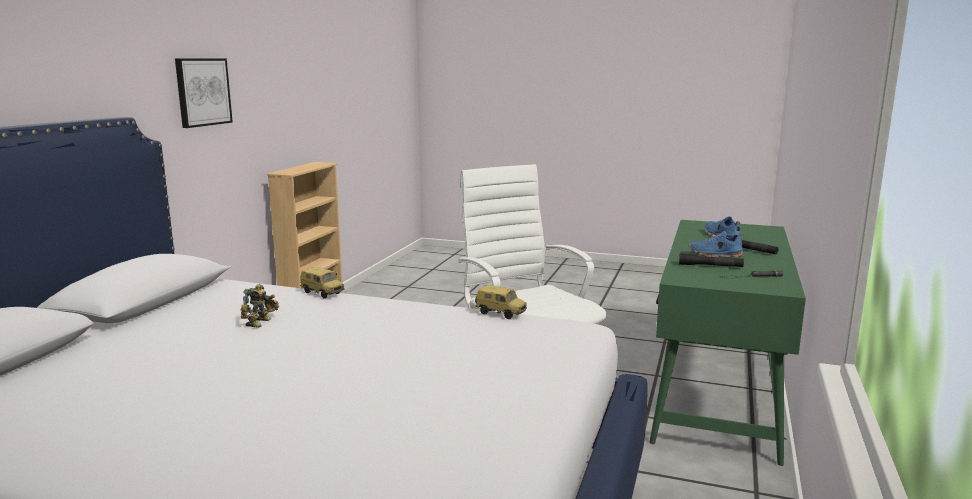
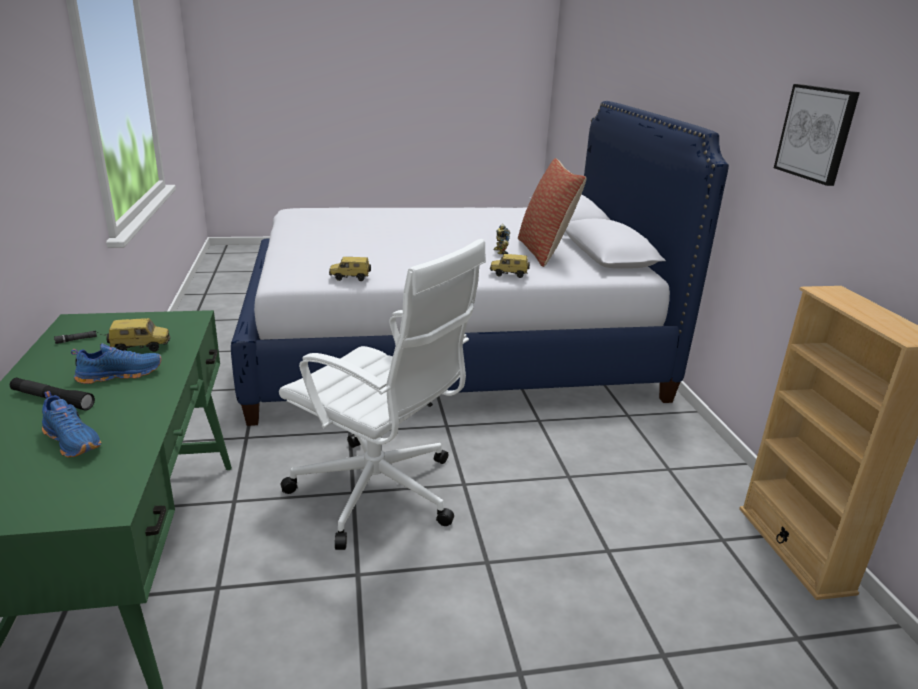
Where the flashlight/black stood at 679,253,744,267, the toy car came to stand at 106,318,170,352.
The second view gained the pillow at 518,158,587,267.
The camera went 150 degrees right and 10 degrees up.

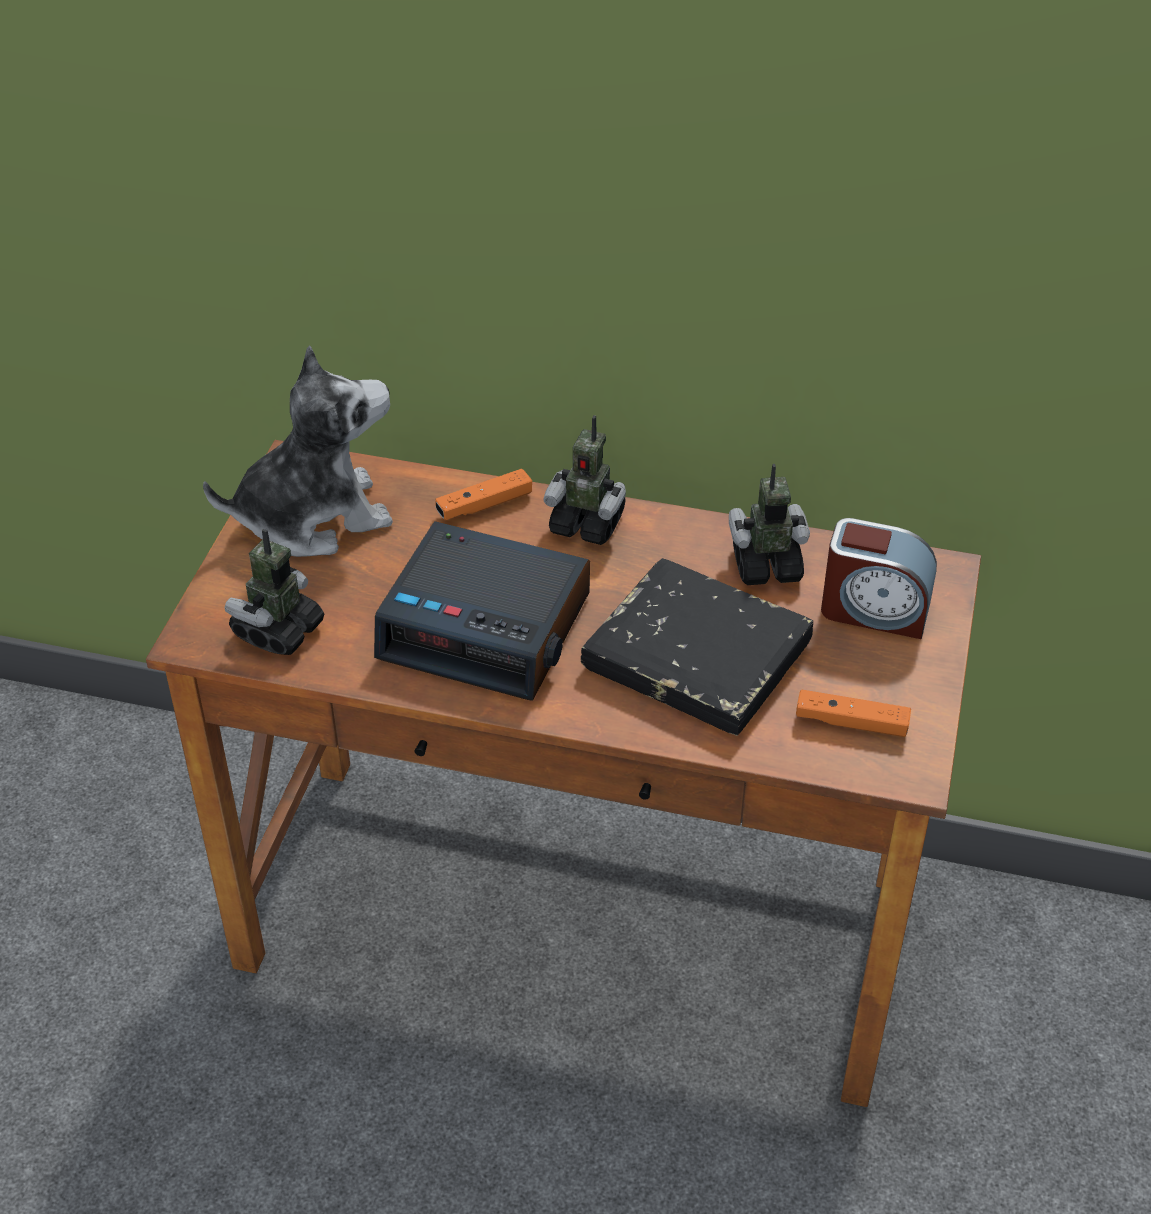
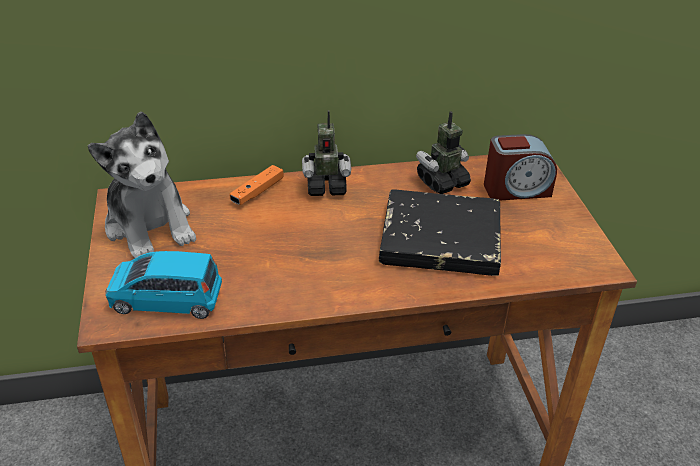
The plush toy at 203,345,393,557 ended up facing another way, 105 degrees clockwise from before.
Where the toy robot stood at 225,529,324,655, the toy car/blue came to stand at 105,251,222,319.
The second view lost the alarm clock at 374,521,590,701.
The second view lost the game controller/orange at 796,689,911,737.
The camera went 25 degrees left and 5 degrees down.

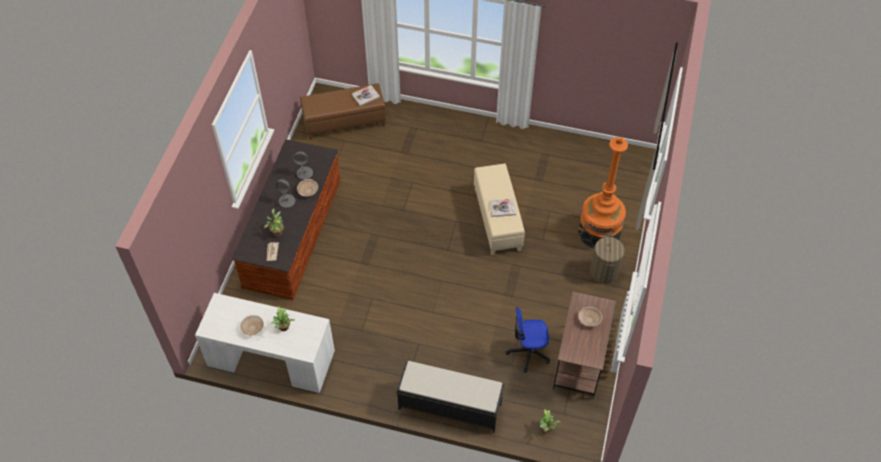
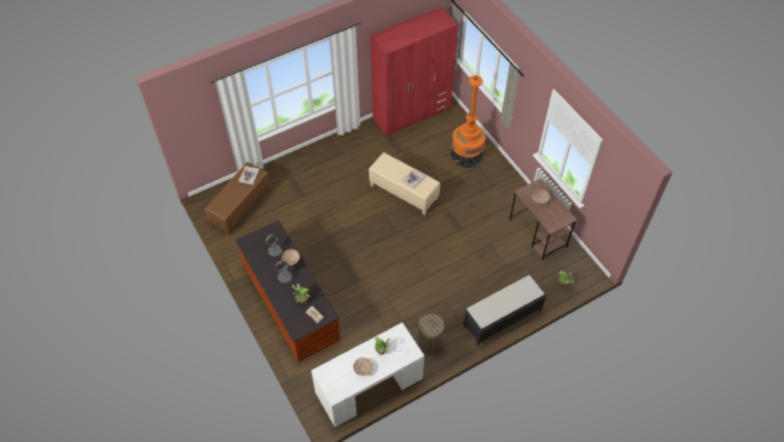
The second view gained the wardrobe/red at 370,7,458,137.
The laundry basket ended up elsewhere, having gone from 590,235,625,284 to 417,314,444,353.
The second view lost the office chair at 505,307,550,373.
The camera went 45 degrees left and 0 degrees up.

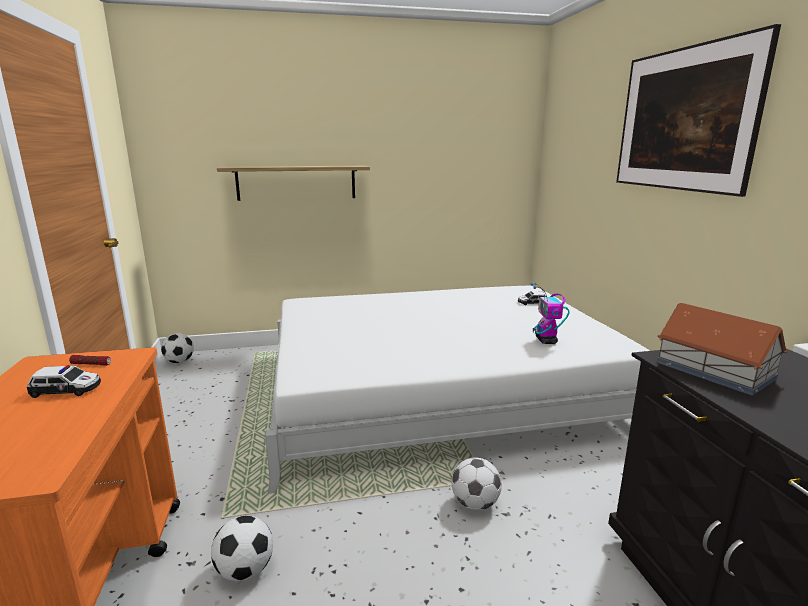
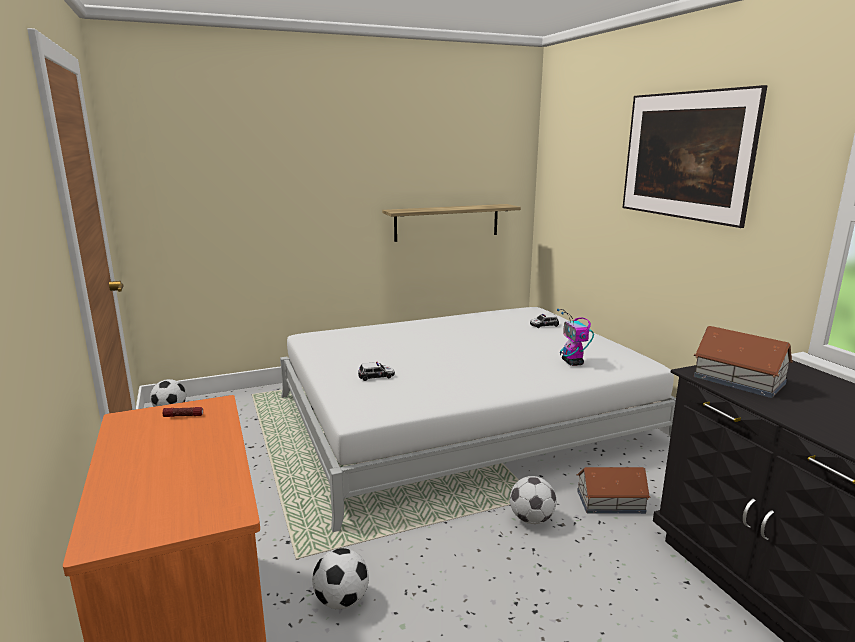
The toy car ended up elsewhere, having gone from 27,365,101,398 to 358,362,395,381.
The shelf ended up elsewhere, having gone from 217,166,370,201 to 382,204,521,242.
The second view gained the toy house at 577,467,651,514.
The camera went 10 degrees left and 0 degrees up.

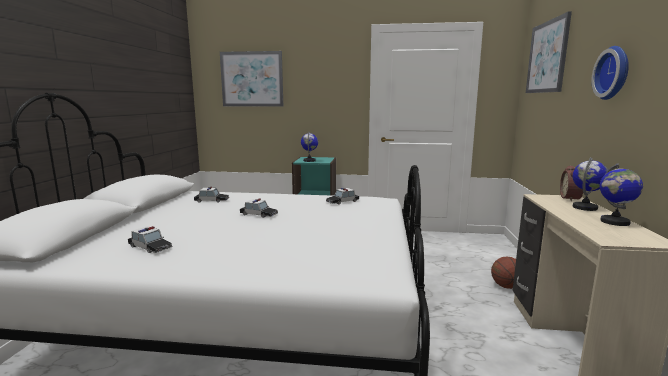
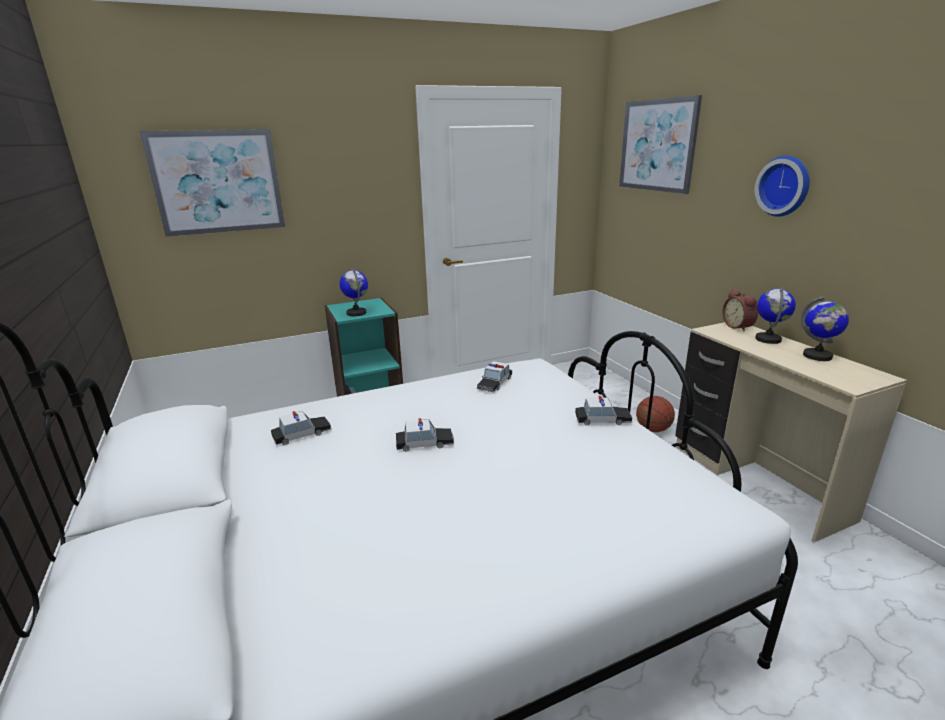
The toy car ended up elsewhere, having gone from 128,226,172,253 to 575,396,632,425.
The camera went 30 degrees left and 10 degrees up.

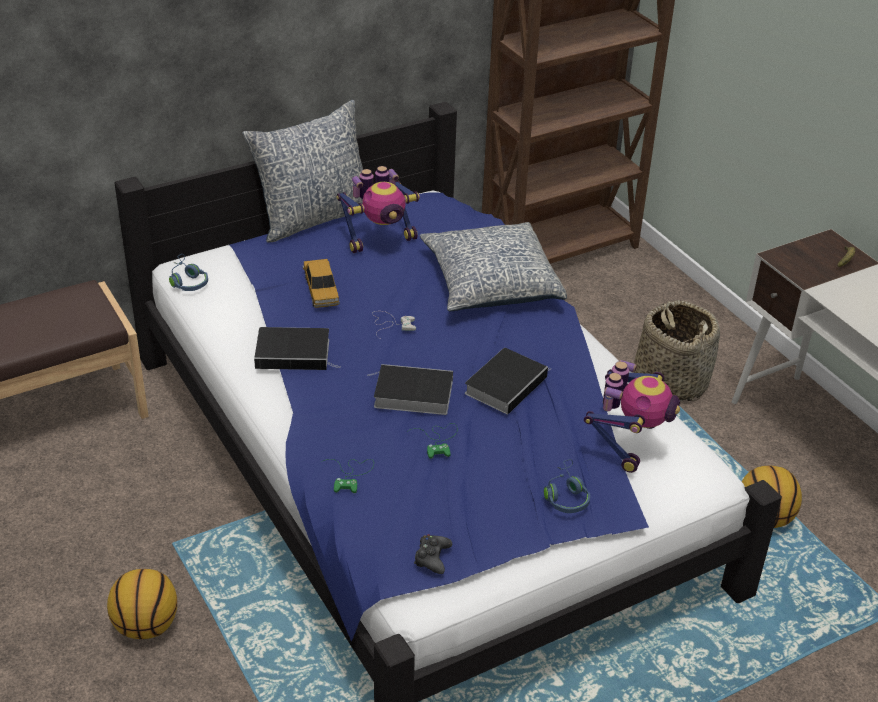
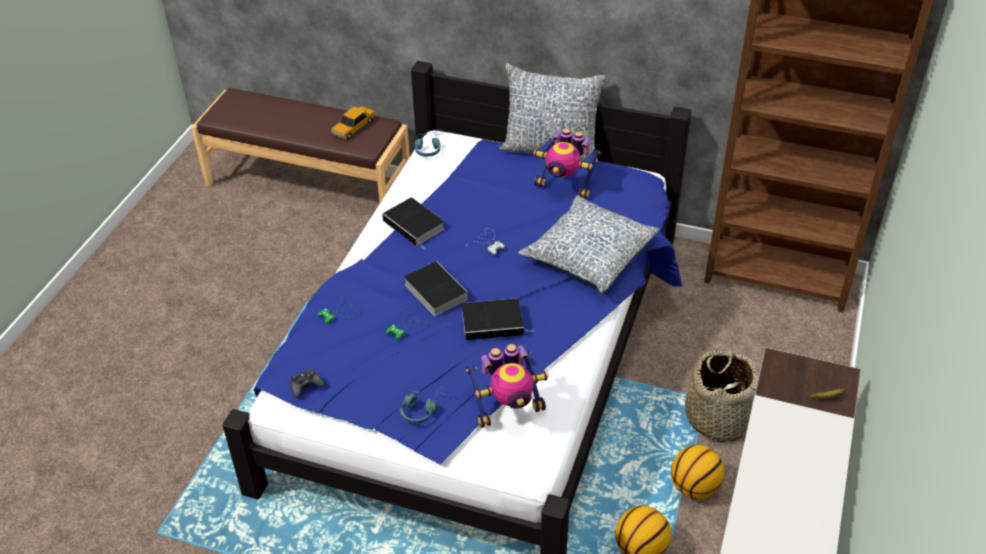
The toy car ended up elsewhere, having gone from 303,259,340,308 to 331,106,376,139.
The basketball ended up elsewhere, having gone from 107,569,177,639 to 671,445,725,500.
The camera went 50 degrees right and 5 degrees up.

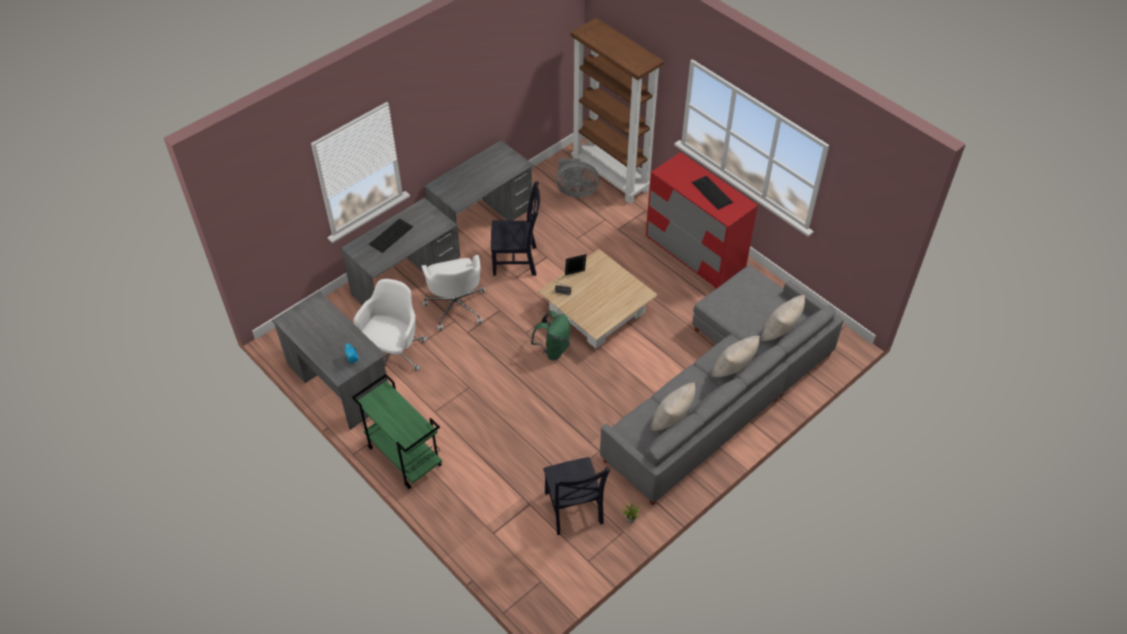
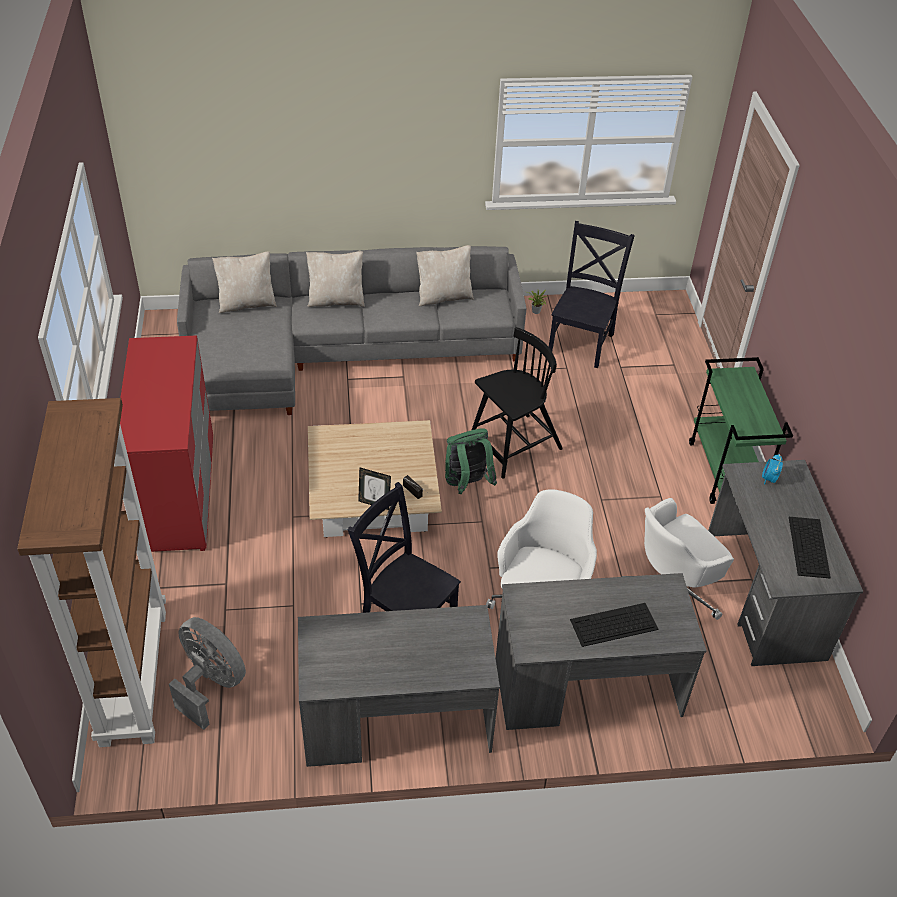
The second view gained the chair/black at 472,327,563,479.
The keyboard ended up elsewhere, having gone from 691,176,733,210 to 789,517,831,579.
The camera went 145 degrees left and 5 degrees down.

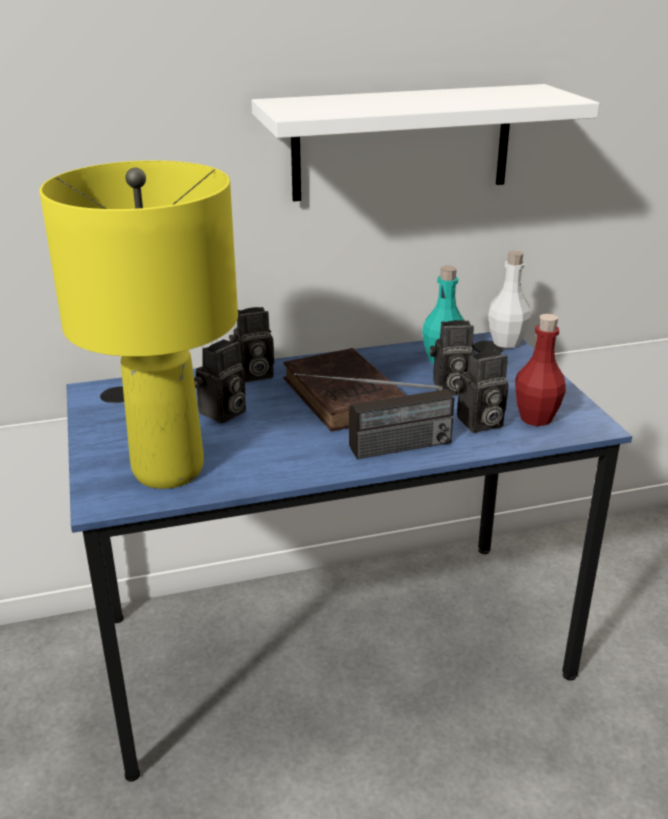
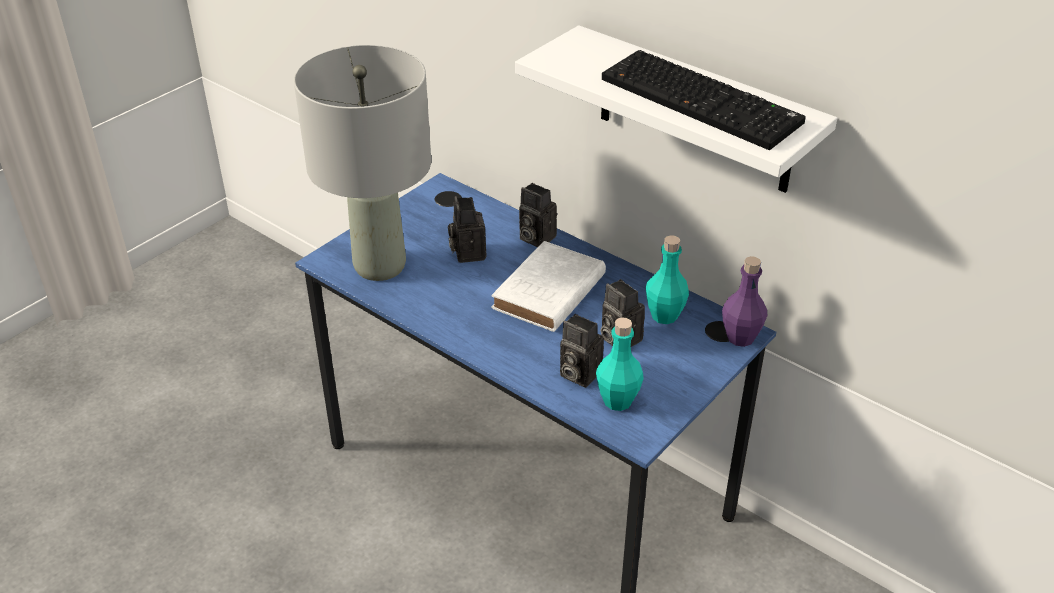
What was the table lamp/yellow at 40,160,238,489 turned into the table lamp/grey at 294,45,431,281.
The photo camera at 194,339,246,424 ended up facing another way, 75 degrees clockwise from before.
What was the book/brown at 283,348,406,431 turned into the book/white at 491,241,606,332.
What was the bottle/red at 515,314,566,426 turned into the bottle/turquoise at 596,317,644,411.
The second view gained the keyboard at 602,50,806,150.
What was the bottle/white at 488,251,531,348 turned into the bottle/purple at 722,256,767,347.
The second view lost the radio at 294,373,455,459.
The camera went 55 degrees right and 10 degrees up.

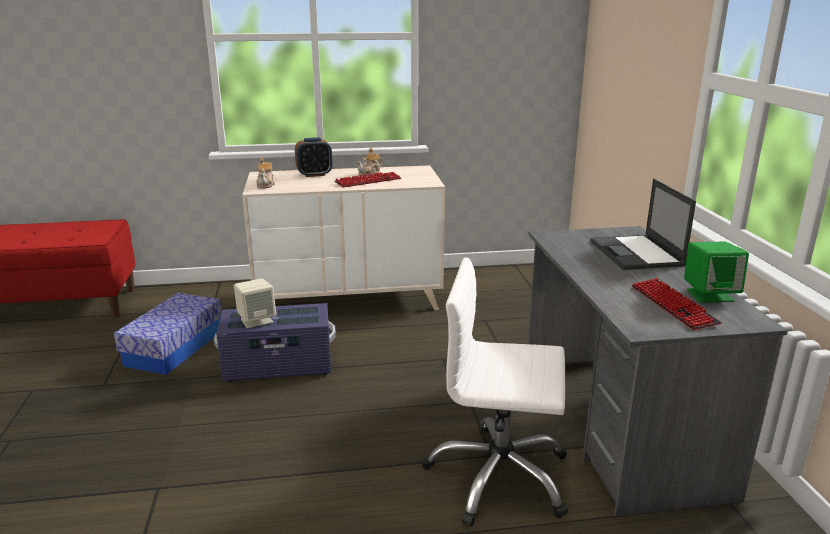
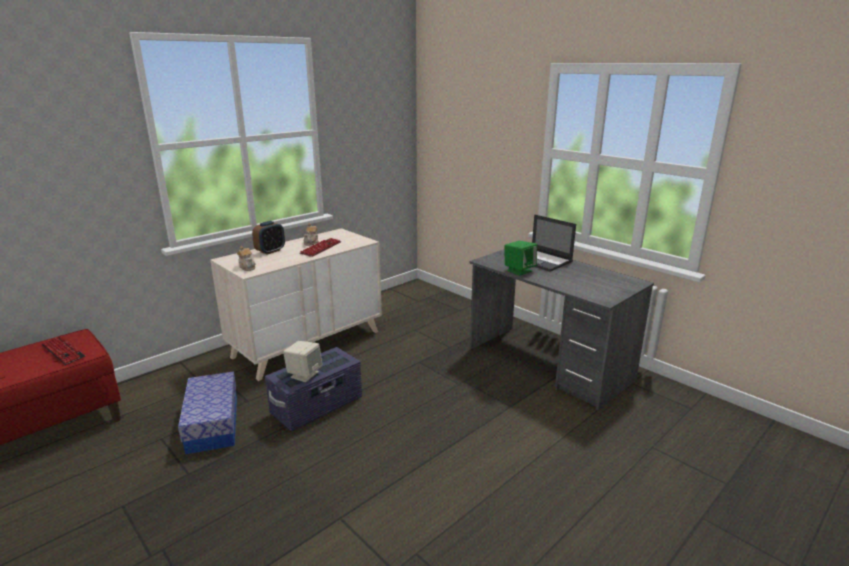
The keyboard ended up elsewhere, having gone from 632,278,722,330 to 42,336,86,366.
The speaker/green ended up elsewhere, having gone from 684,241,749,303 to 505,241,537,276.
The second view lost the office chair/white at 422,257,568,526.
The camera went 35 degrees left and 0 degrees up.

